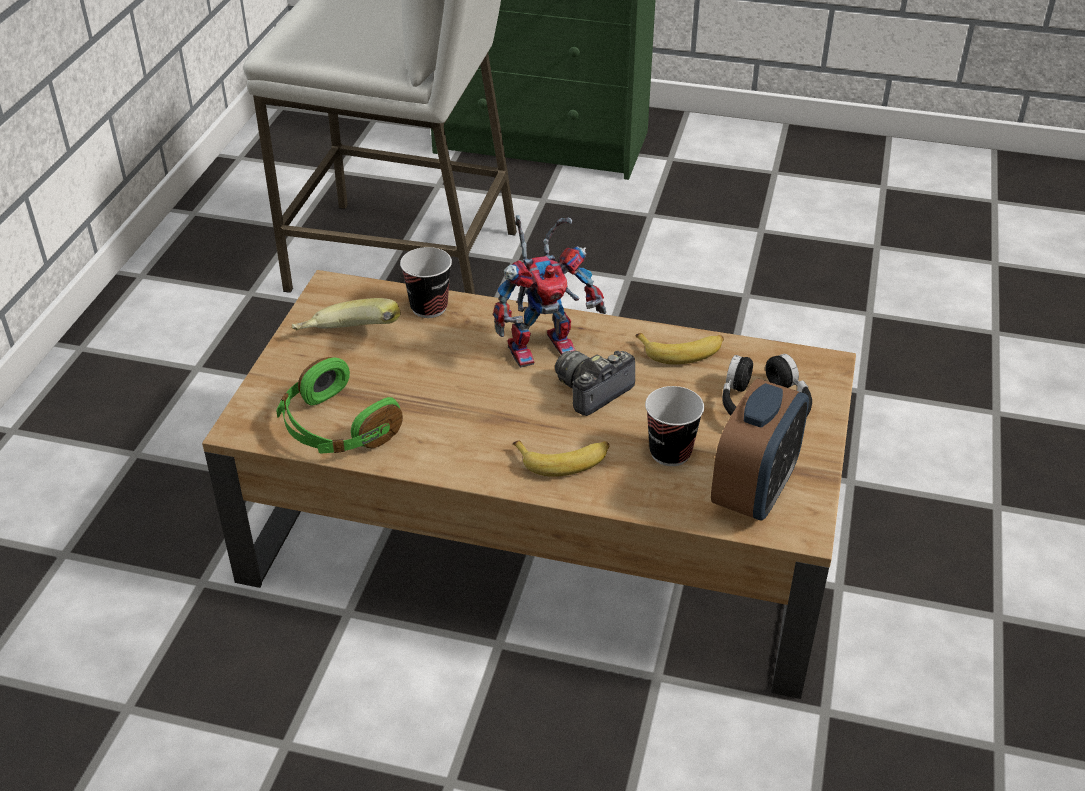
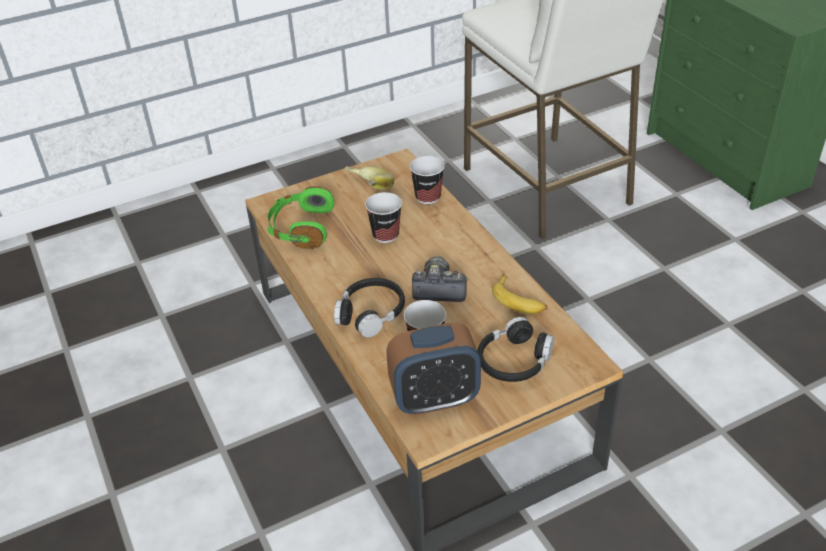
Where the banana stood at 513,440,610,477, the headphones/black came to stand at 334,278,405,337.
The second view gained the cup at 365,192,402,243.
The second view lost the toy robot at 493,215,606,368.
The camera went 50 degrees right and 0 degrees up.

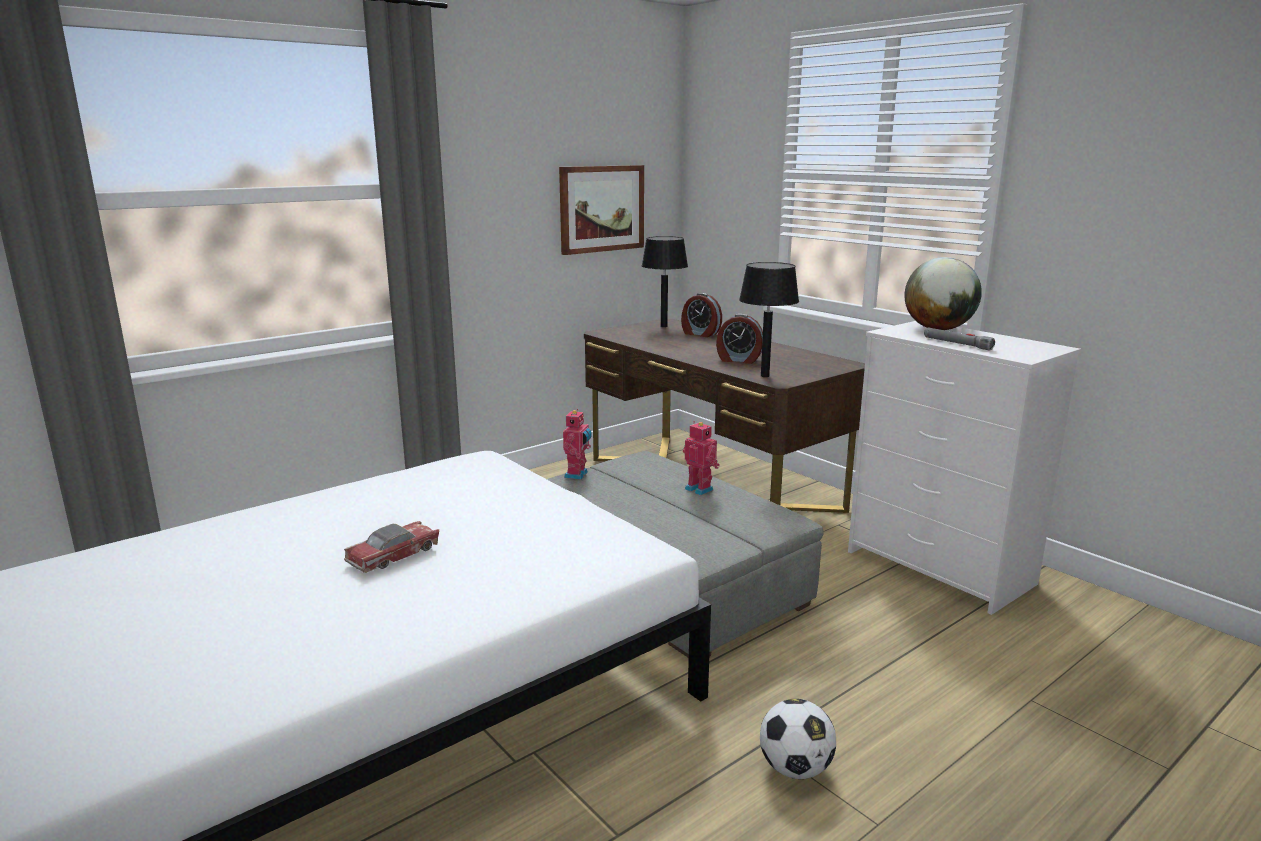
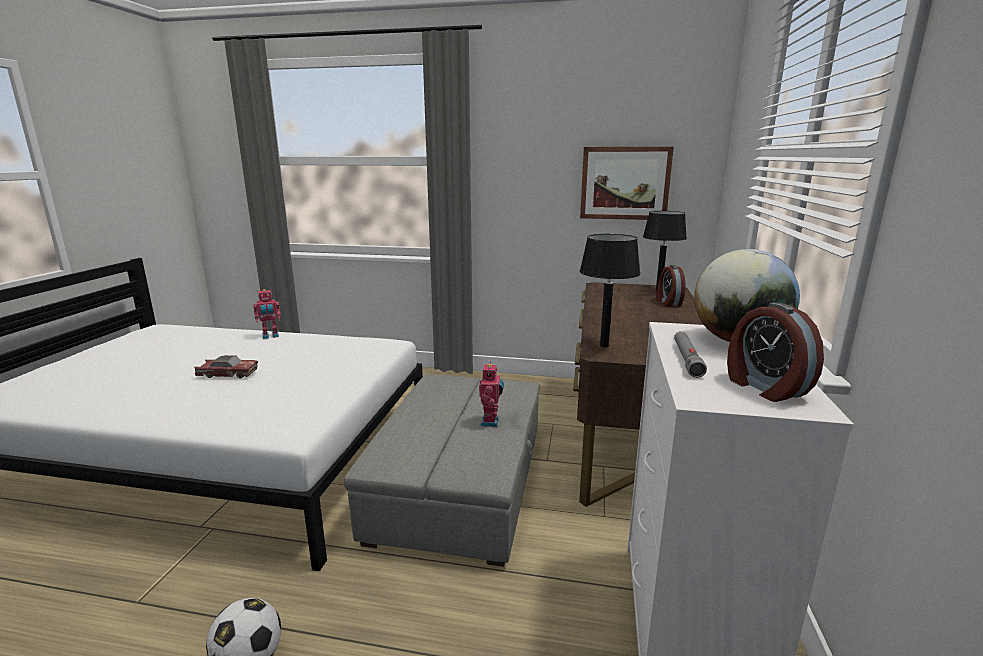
The toy robot ended up elsewhere, having gone from 563,409,592,480 to 253,289,281,339.
The alarm clock ended up elsewhere, having gone from 716,314,763,364 to 727,302,824,402.
The camera went 50 degrees right and 0 degrees up.

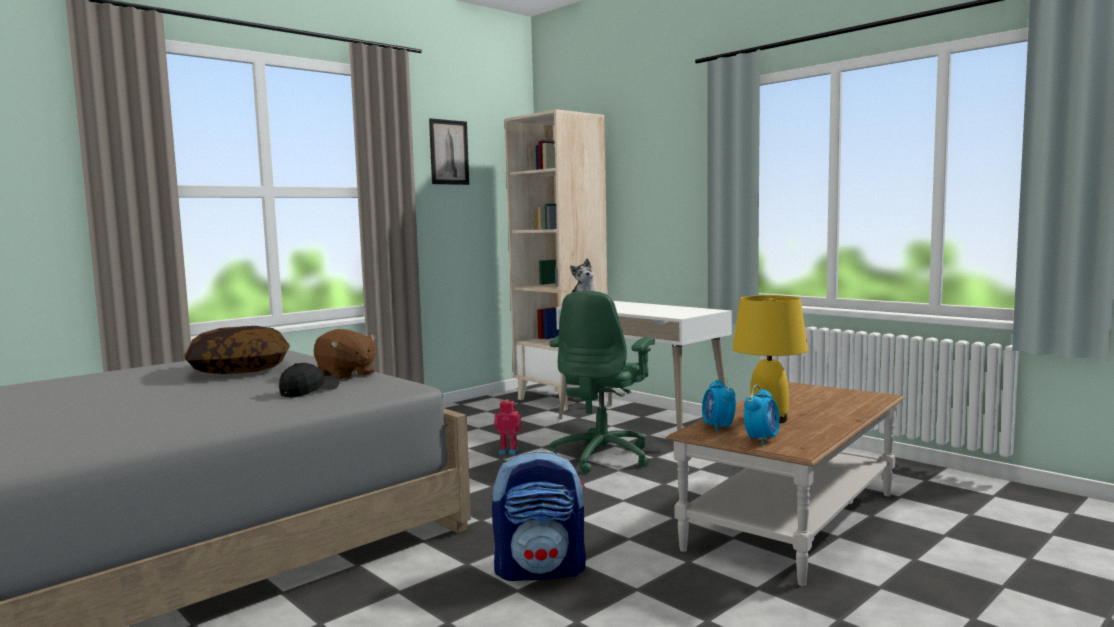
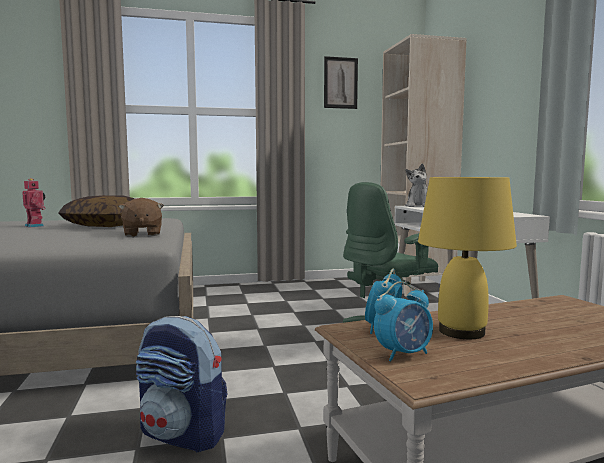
The toy robot ended up elsewhere, having gone from 494,399,522,455 to 22,178,46,227.
The second view lost the cap/black at 279,363,340,398.
The camera went 30 degrees right and 0 degrees up.

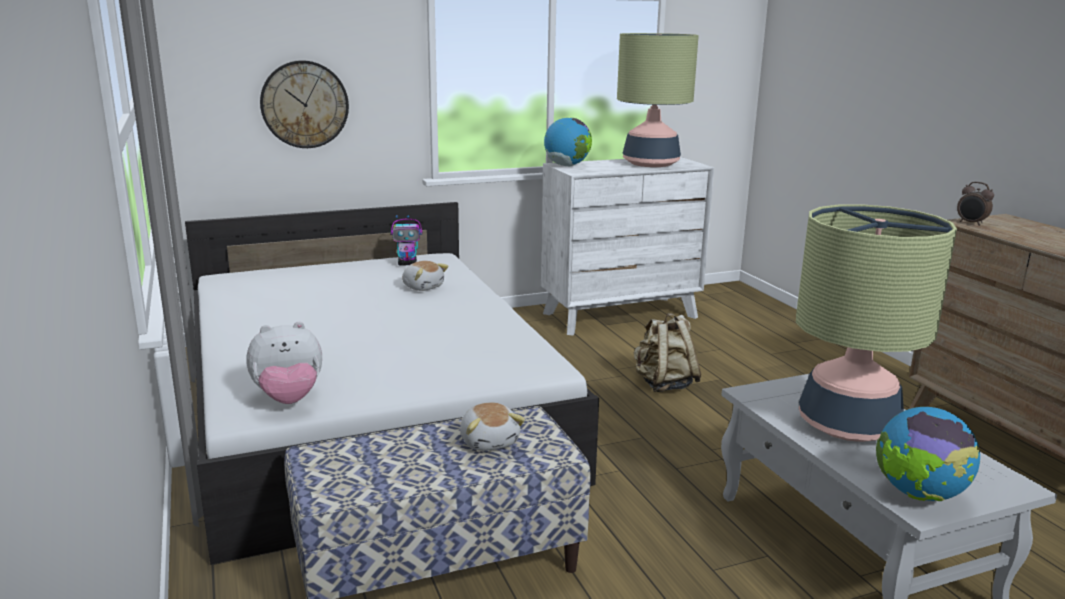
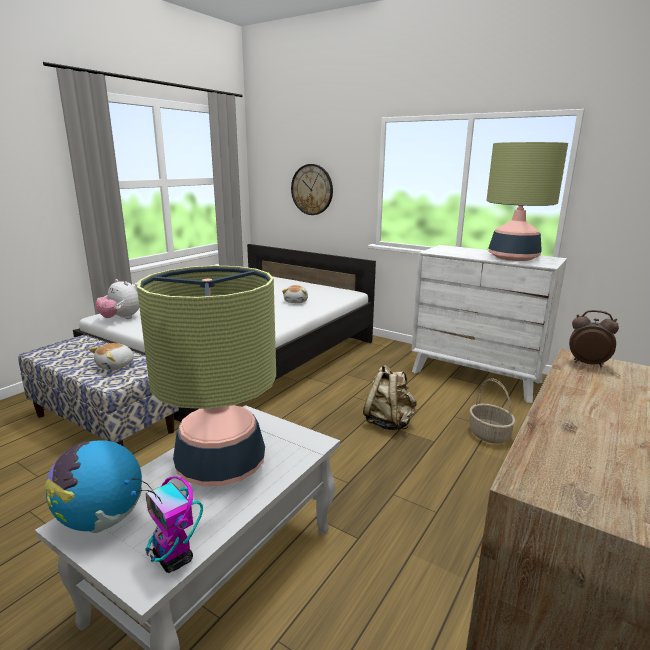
The toy robot ended up elsewhere, having gone from 391,215,423,265 to 124,476,203,573.
The second view gained the basket at 469,378,516,444.
The alarm clock at 957,182,994,226 ended up facing another way, 105 degrees clockwise from before.
The second view lost the globe at 544,118,592,166.
The camera went 55 degrees right and 0 degrees up.

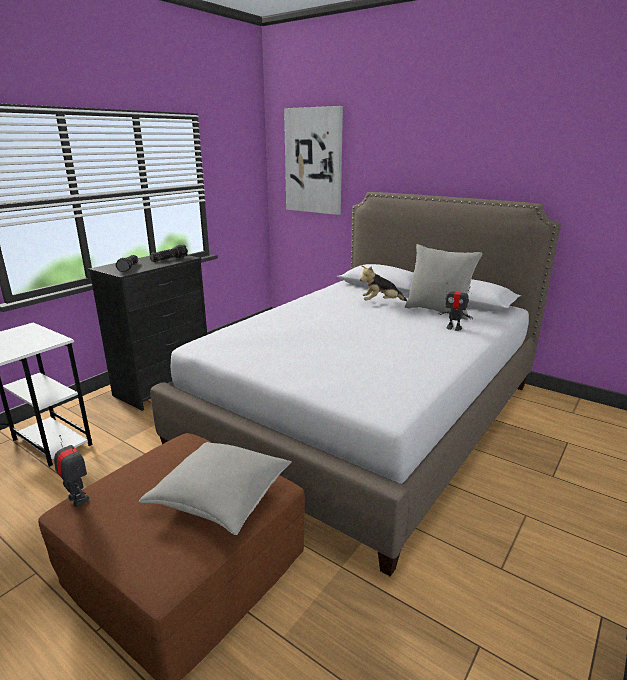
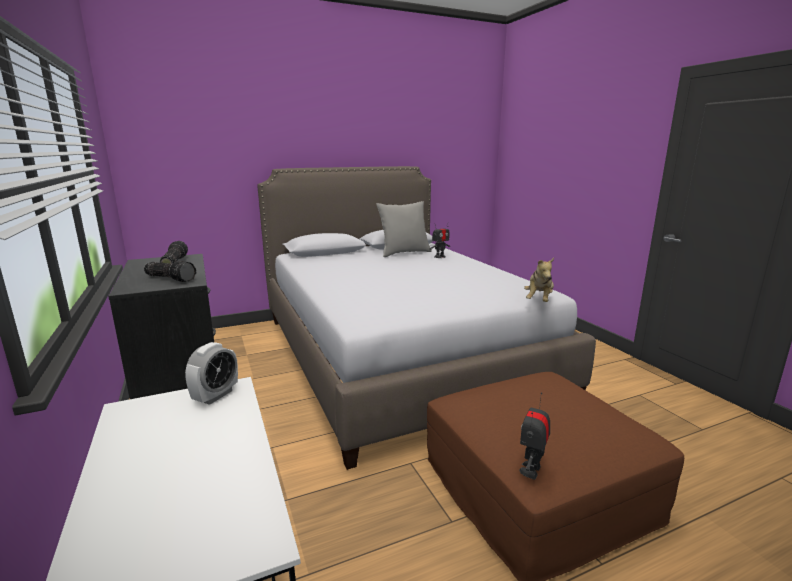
The second view gained the alarm clock at 185,342,238,405.
The toy robot at 54,435,89,508 ended up facing another way, 45 degrees counterclockwise from before.
The plush toy ended up elsewhere, having gone from 360,266,407,301 to 524,258,554,302.
The second view lost the pillow/grey at 139,442,292,535.
The second view lost the picture at 284,106,343,215.
The camera went 60 degrees left and 5 degrees down.

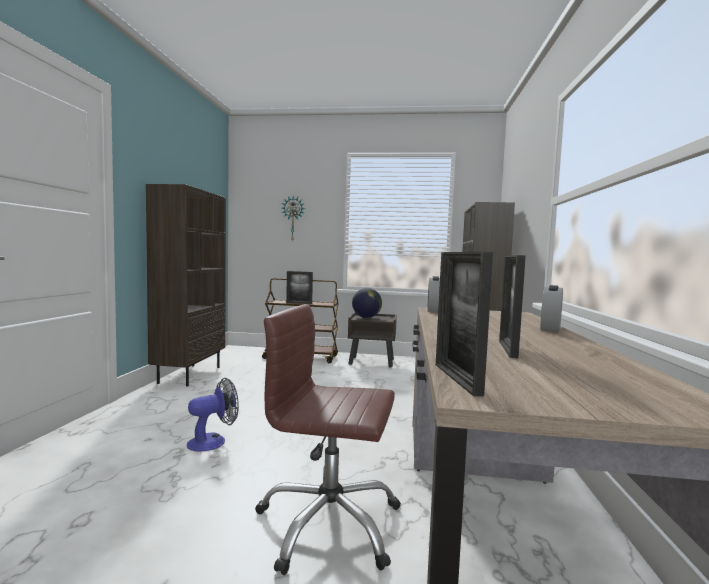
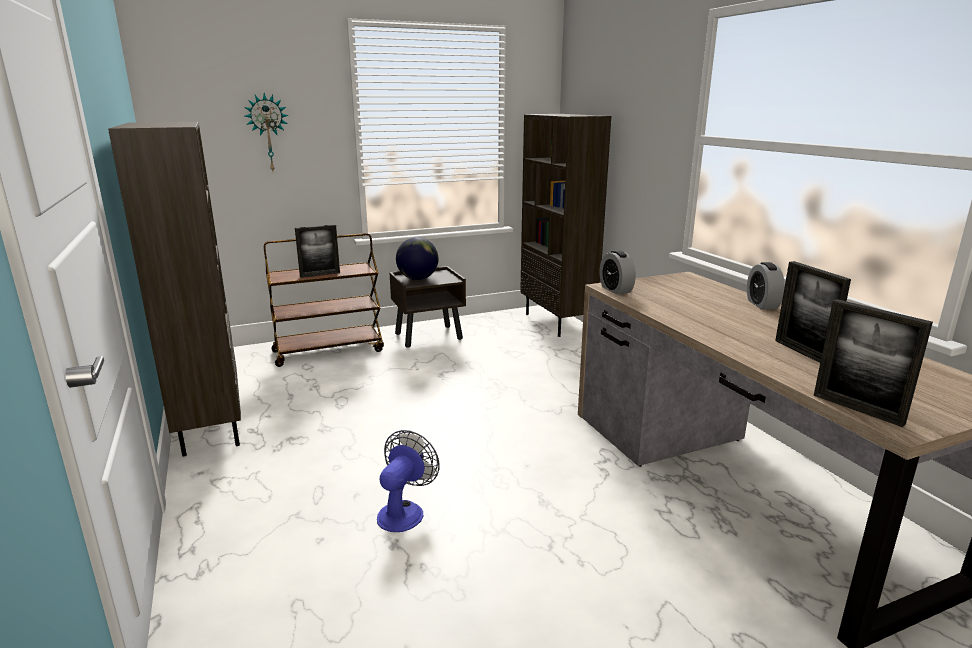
The second view lost the office chair/brown at 255,304,401,575.
The camera went 30 degrees left and 15 degrees up.

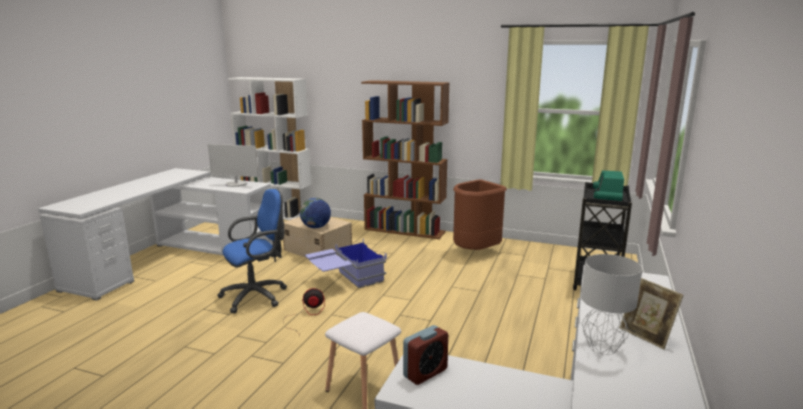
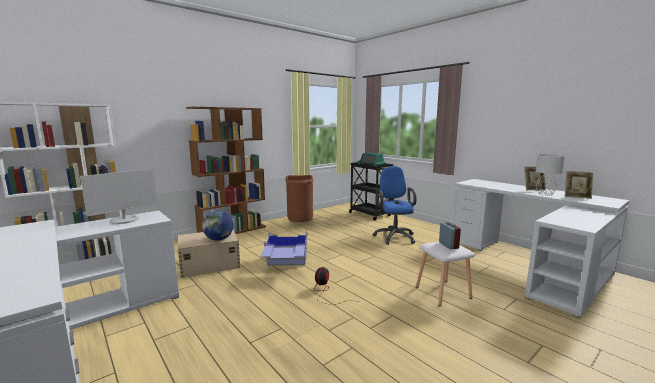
The office chair/blue ended up elsewhere, having gone from 217,189,287,313 to 373,166,417,245.
The alarm clock ended up elsewhere, having gone from 403,325,448,385 to 439,222,461,249.
The second view gained the picture frame at 565,171,594,199.
The camera went 60 degrees left and 5 degrees down.

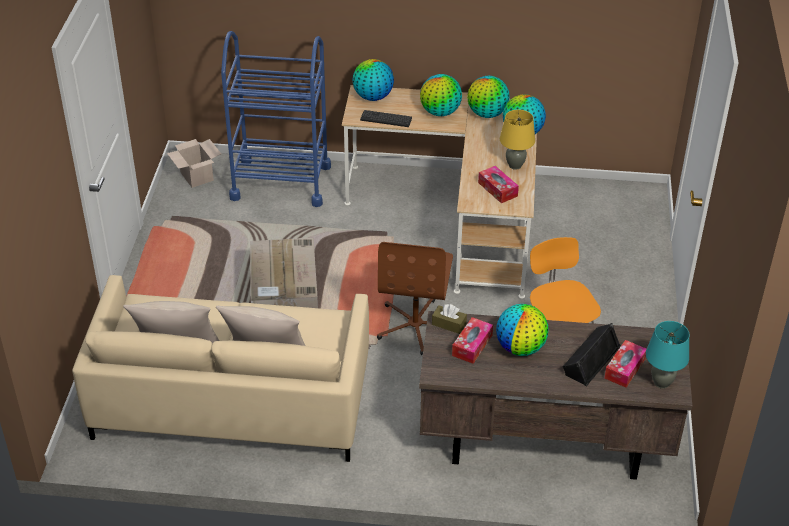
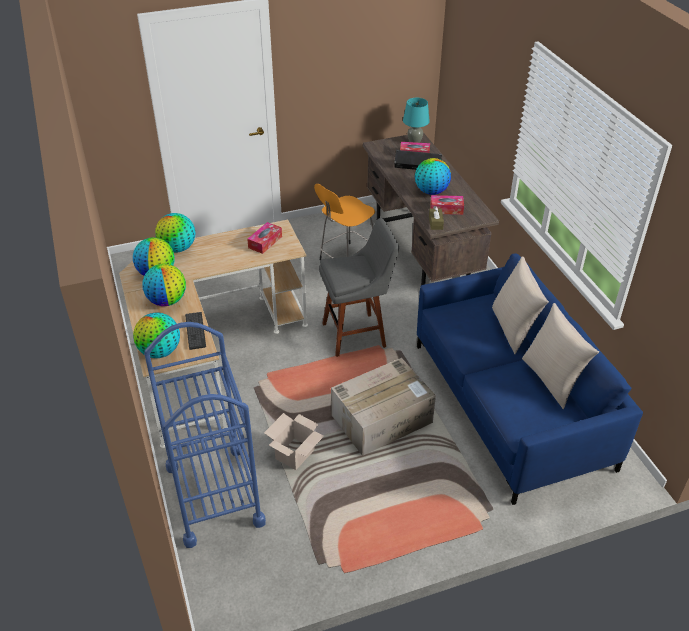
The cardboard box ended up elsewhere, having gone from 167,139,221,188 to 264,413,324,470.
Where the office chair/brown stood at 377,242,453,355, the stool/grey came to stand at 319,218,399,357.
What was the sofa/beige at 72,275,369,462 turned into the sofa/blue at 417,254,643,505.
The second view lost the table lamp/yellow at 500,110,535,170.
The camera went 115 degrees left and 0 degrees up.

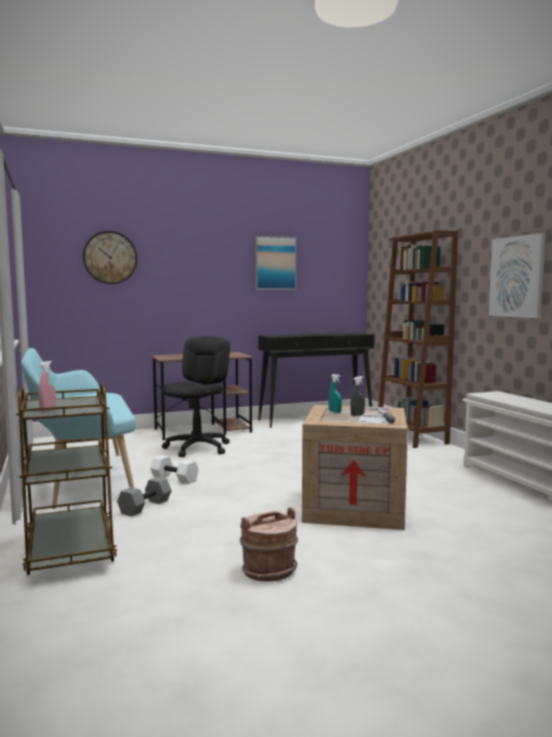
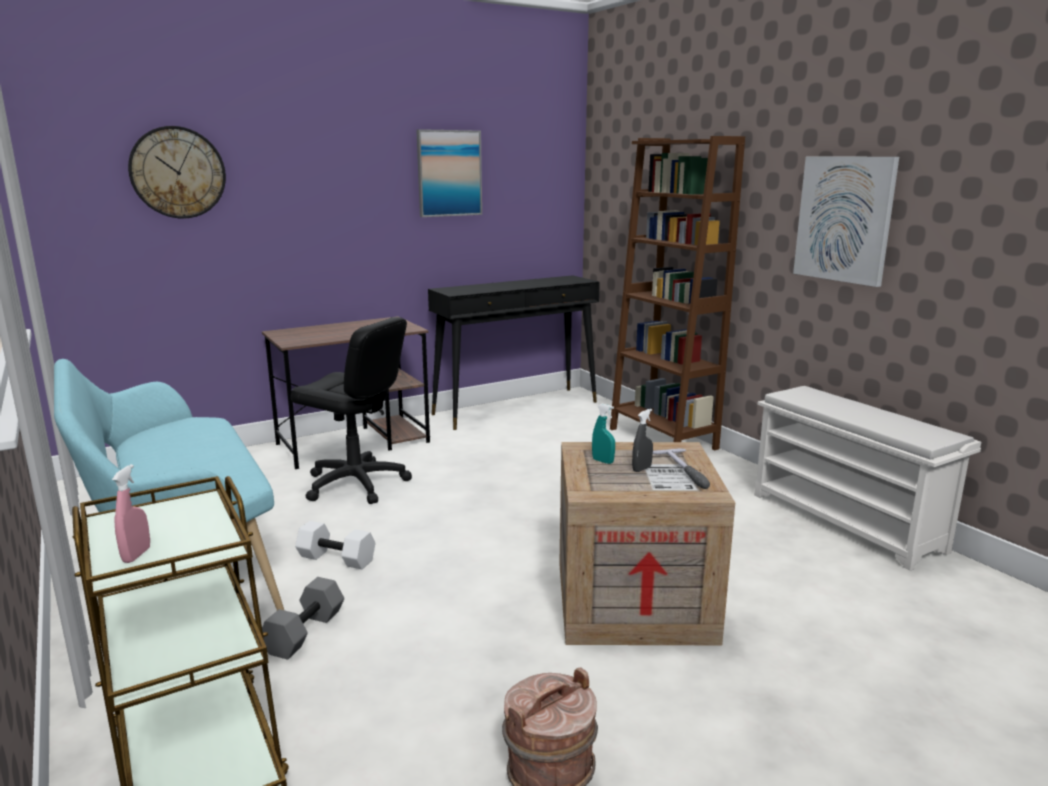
The office chair/black at 162,336,230,457 ended up facing another way, 105 degrees clockwise from before.
The camera went 10 degrees left and 10 degrees up.

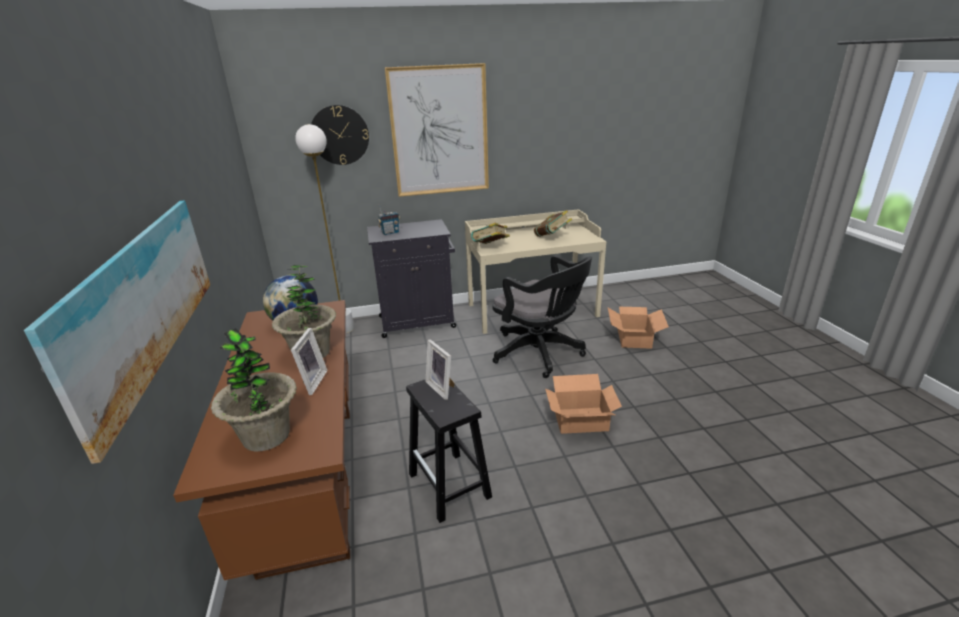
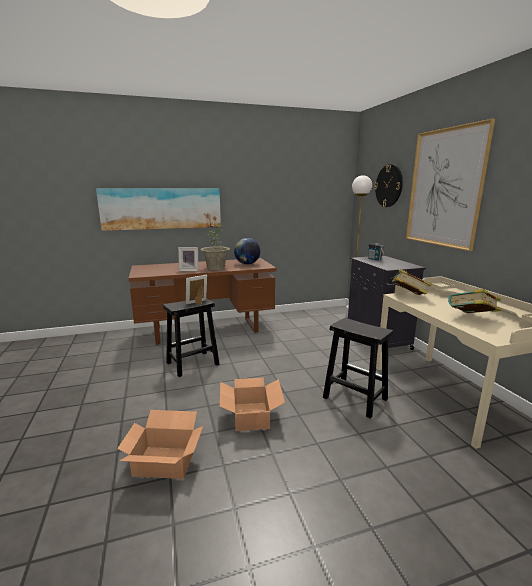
The cardboard box ended up elsewhere, having gone from 608,307,669,349 to 117,410,203,479.
Where the office chair/black stood at 492,255,592,378, the stool/black came to stand at 323,318,394,418.
The second view lost the potted plant at 211,328,297,451.
The camera went 85 degrees right and 10 degrees down.

